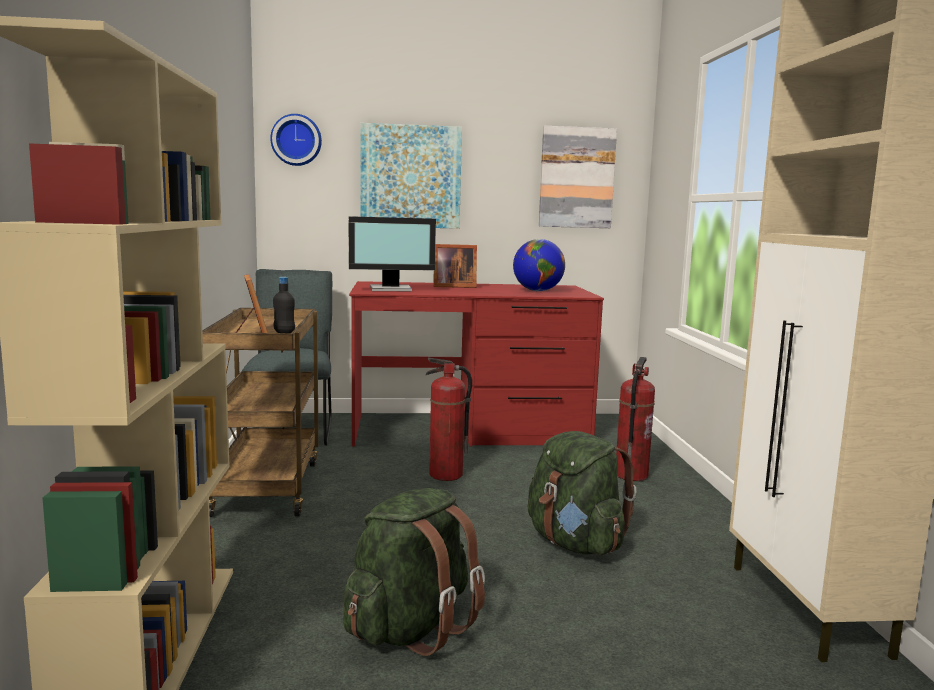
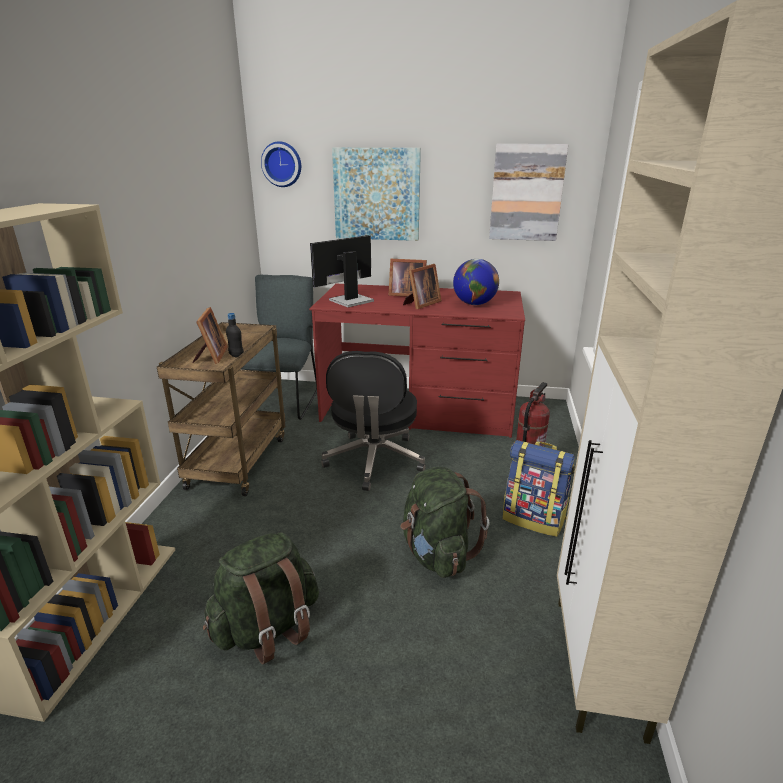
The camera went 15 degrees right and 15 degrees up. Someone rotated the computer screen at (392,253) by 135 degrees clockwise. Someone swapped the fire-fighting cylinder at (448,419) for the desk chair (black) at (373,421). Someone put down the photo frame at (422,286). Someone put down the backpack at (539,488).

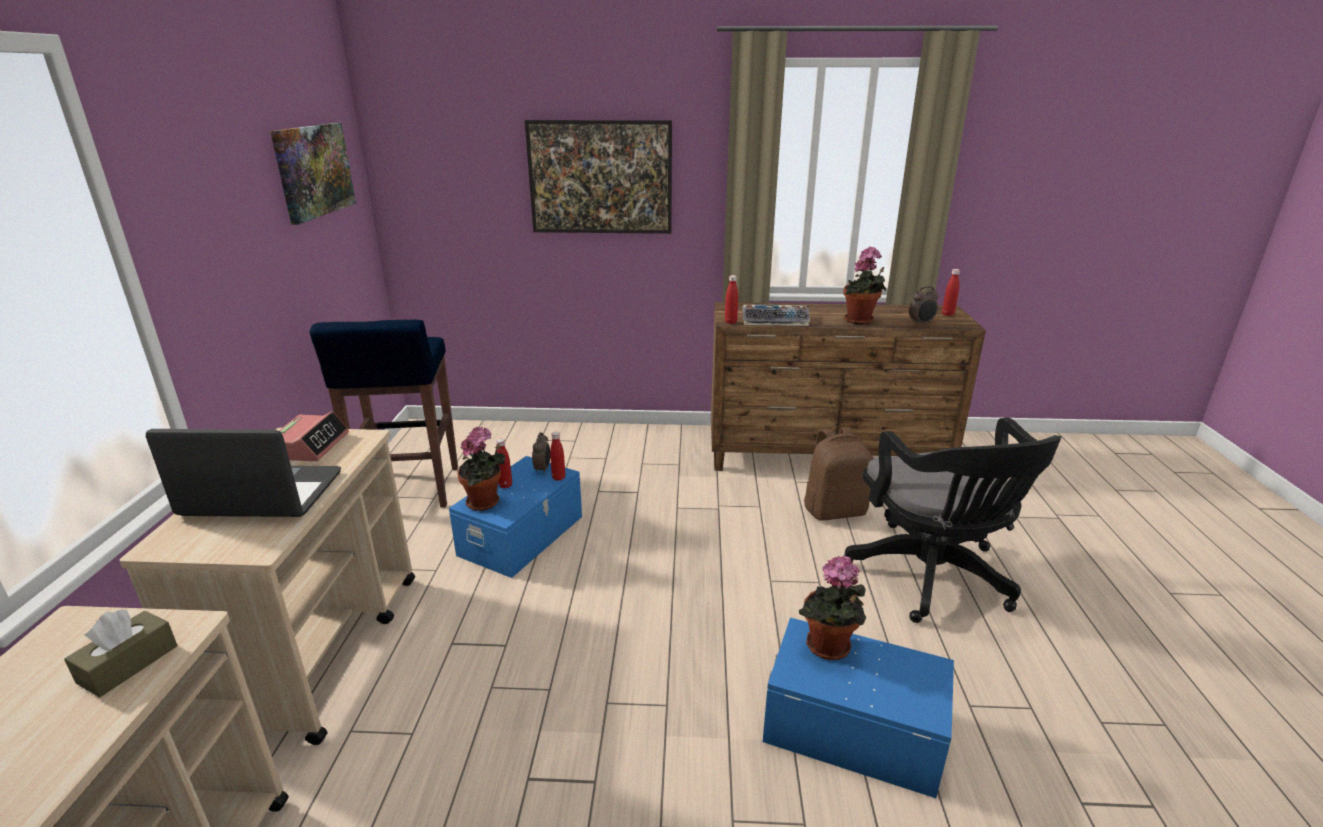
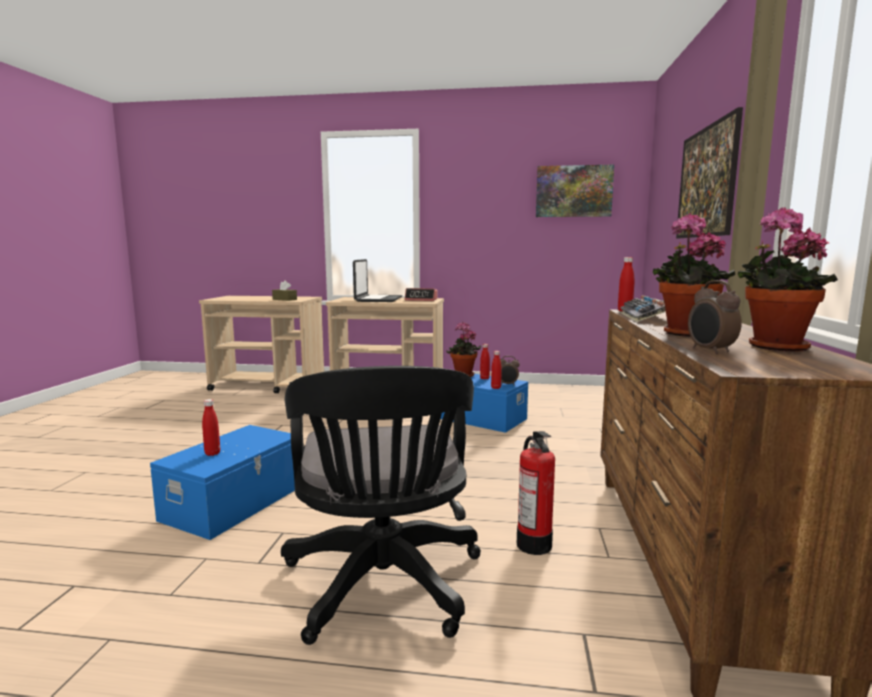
The camera went 95 degrees right and 15 degrees down. Someone took away the sitting stool (bluish) at (383,414). Someone carried the potted plant from (832,608) to (788,279). Someone swapped the backpack (brown-coloured) at (839,474) for the fire-fighting cylinder at (536,493). Someone rotated the desk chair (black) at (952,520) by 90 degrees counterclockwise. Someone carried the bottle (red-coloured) from (951,292) to (211,427).

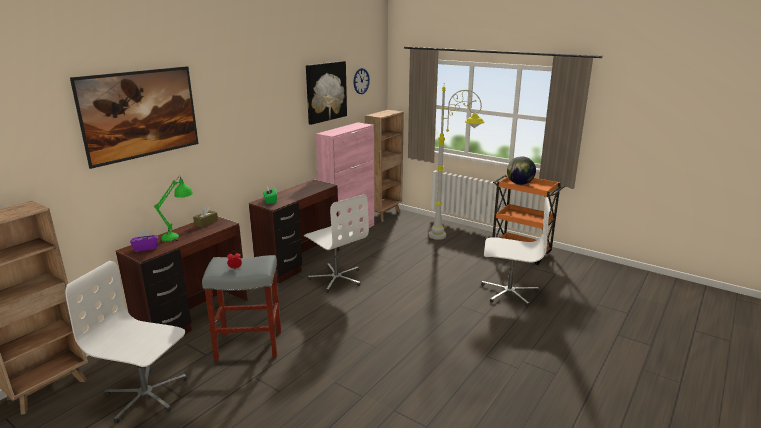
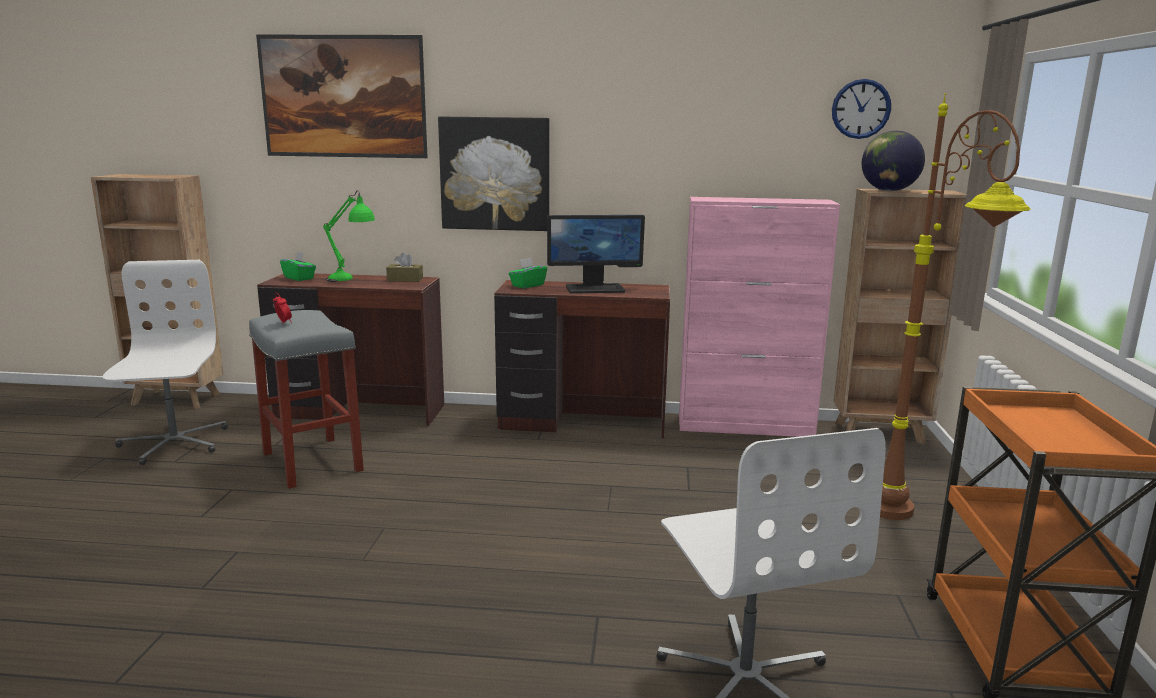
The camera went 60 degrees right and 5 degrees down. Someone repainted the box of tissues (purple-coloured) at (144,241), which became the box of tissues (green-coloured) at (298,266). Someone took away the desk chair (white-coloured) at (336,243). Someone carried the wall art from (326,93) to (494,174). Someone repainted the standard lamp (grey) at (457,163), which became the standard lamp (brown-coloured) at (955,306). Someone carried the world globe from (521,170) to (893,161). Someone put down the computer screen at (596,254).

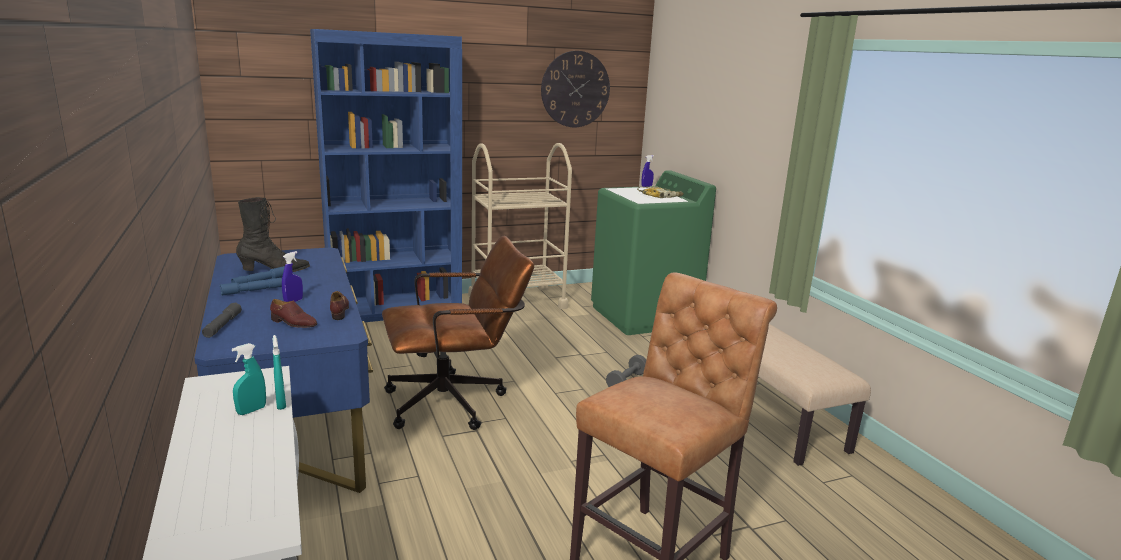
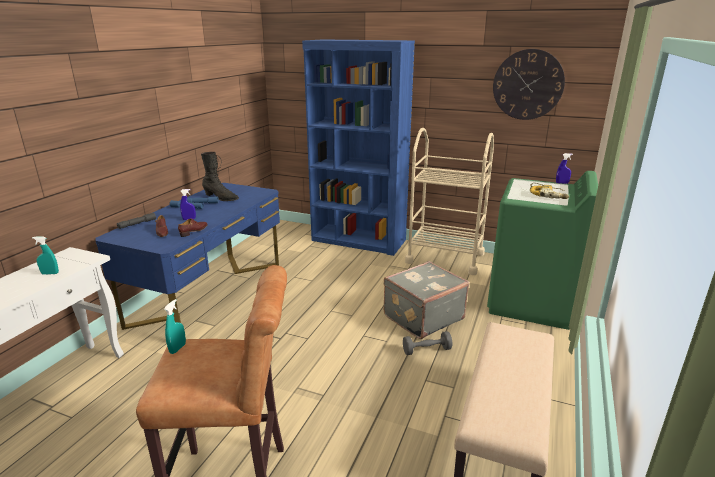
The camera went 45 degrees right and 5 degrees up. Someone carried the hand sprayer (turquoise) from (279,372) to (175,326). Someone took away the desk chair (brown-coloured) at (458,333). Someone put down the piece of luggage (grey) at (426,300).

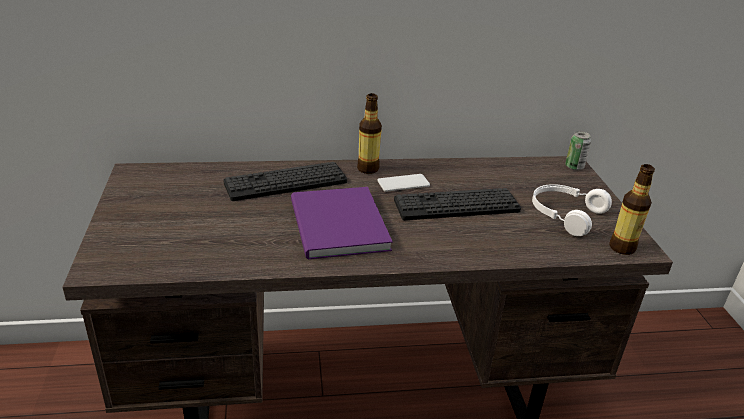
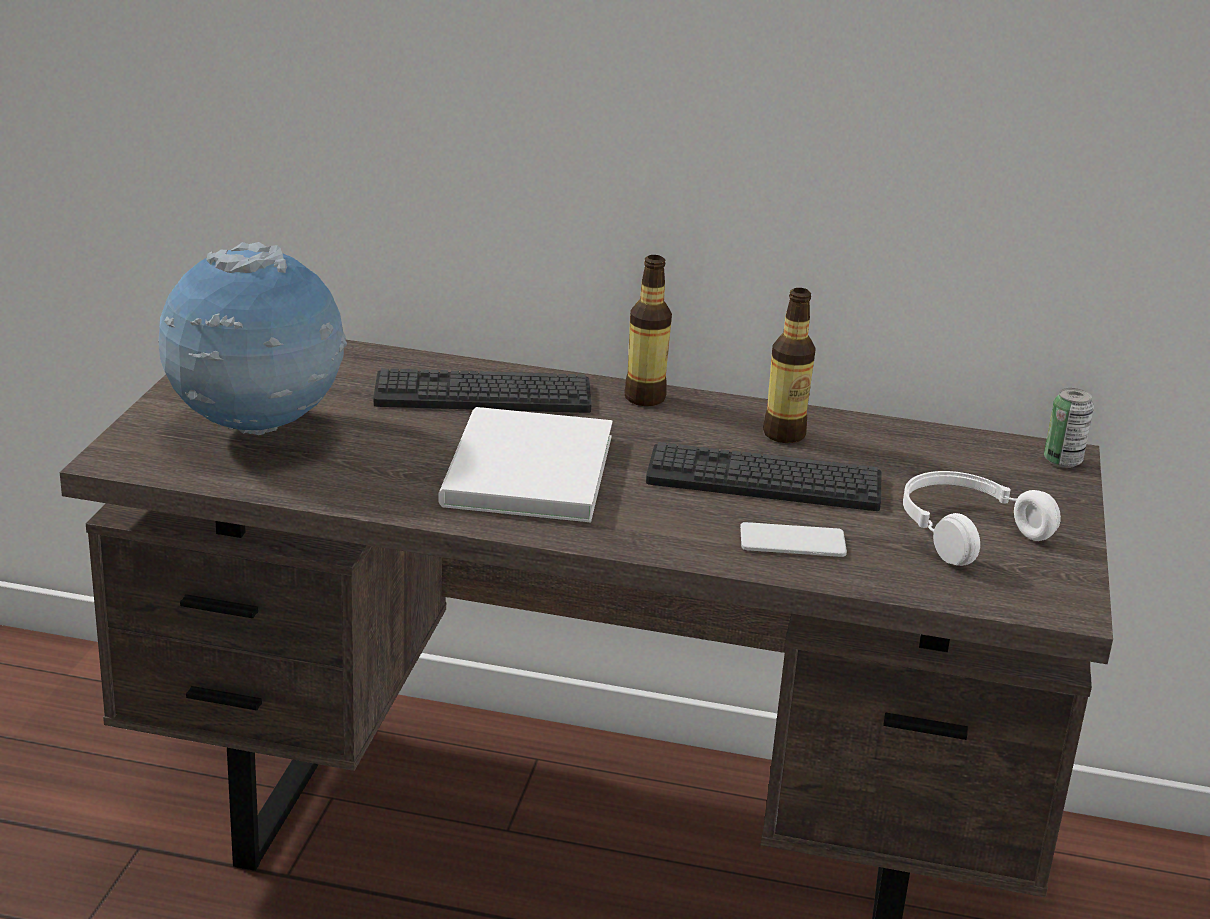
The camera went 20 degrees right and 5 degrees down. Someone repainted the volume (purple-coloured) at (342,223), which became the volume (white-coloured) at (525,464). Someone carried the handset from (403,183) to (793,539). Someone carried the bottle from (632,209) to (789,365). Someone put down the world globe at (252,338).

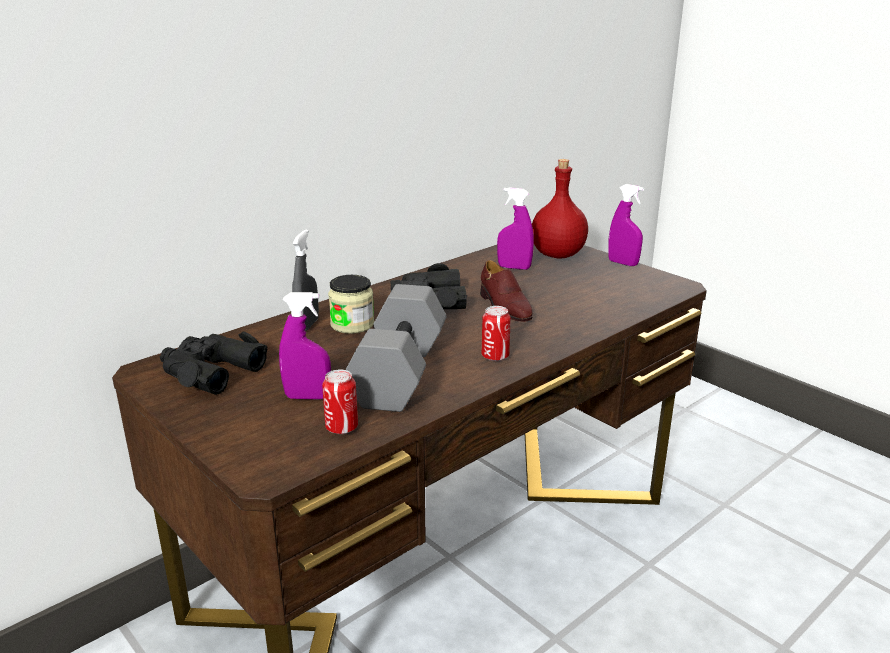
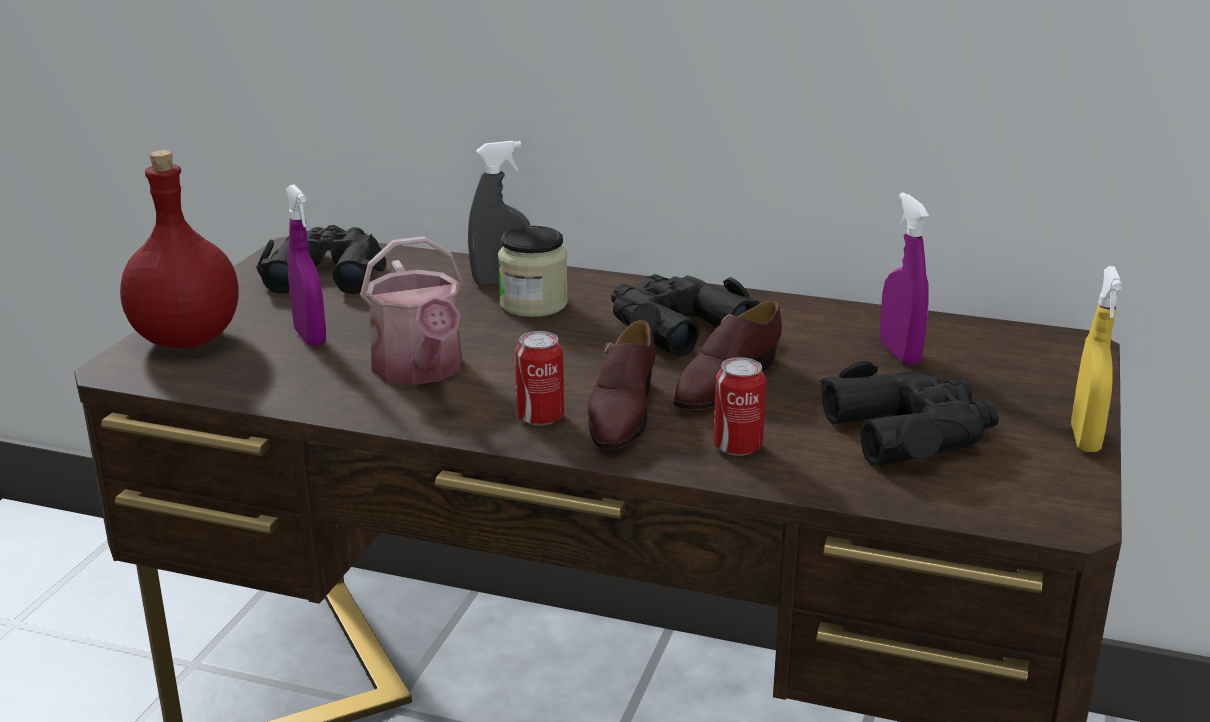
The camera went 60 degrees right and 0 degrees up. Someone carried the sealed can from (340,402) to (739,406). Someone swapped the dumbbell (grey) at (396,348) for the watering can at (411,310). Someone carried the bottle (red-coloured) from (560,209) to (179,249). Someone repainted the hand sprayer (purple-coloured) at (626,225), which became the hand sprayer (yellowish) at (1096,359). Someone put down the low shoe (brown-coloured) at (622,384). Someone put down the field glasses (black) at (910,413).

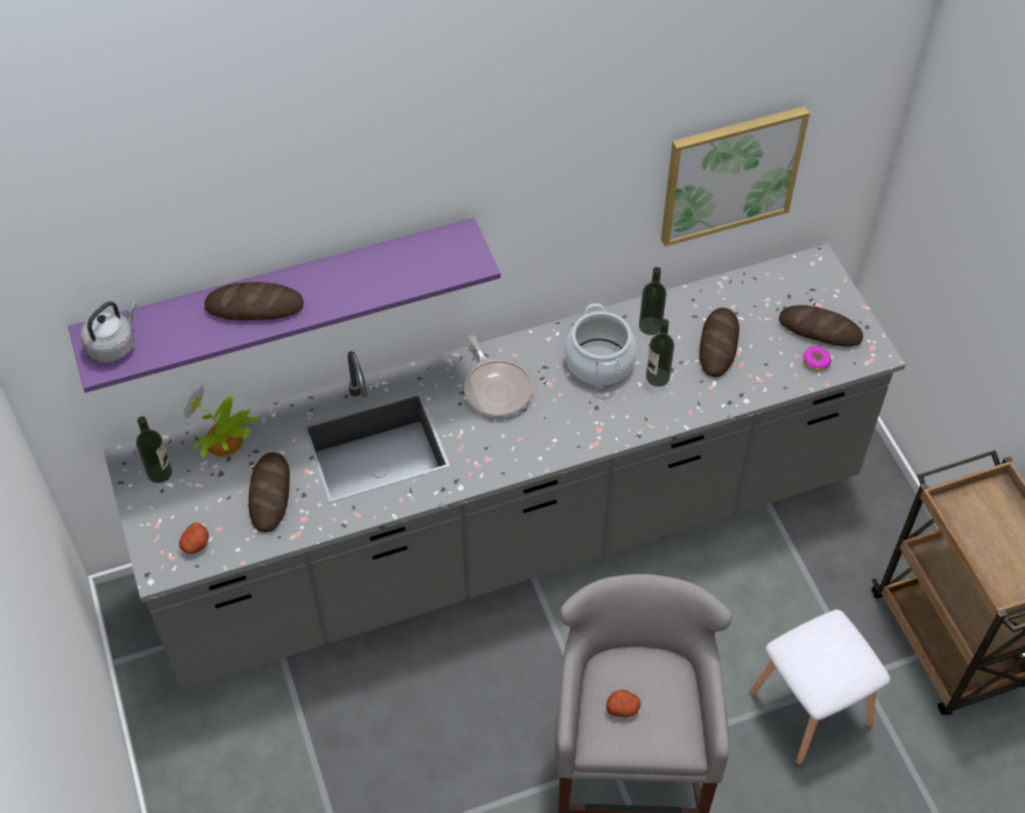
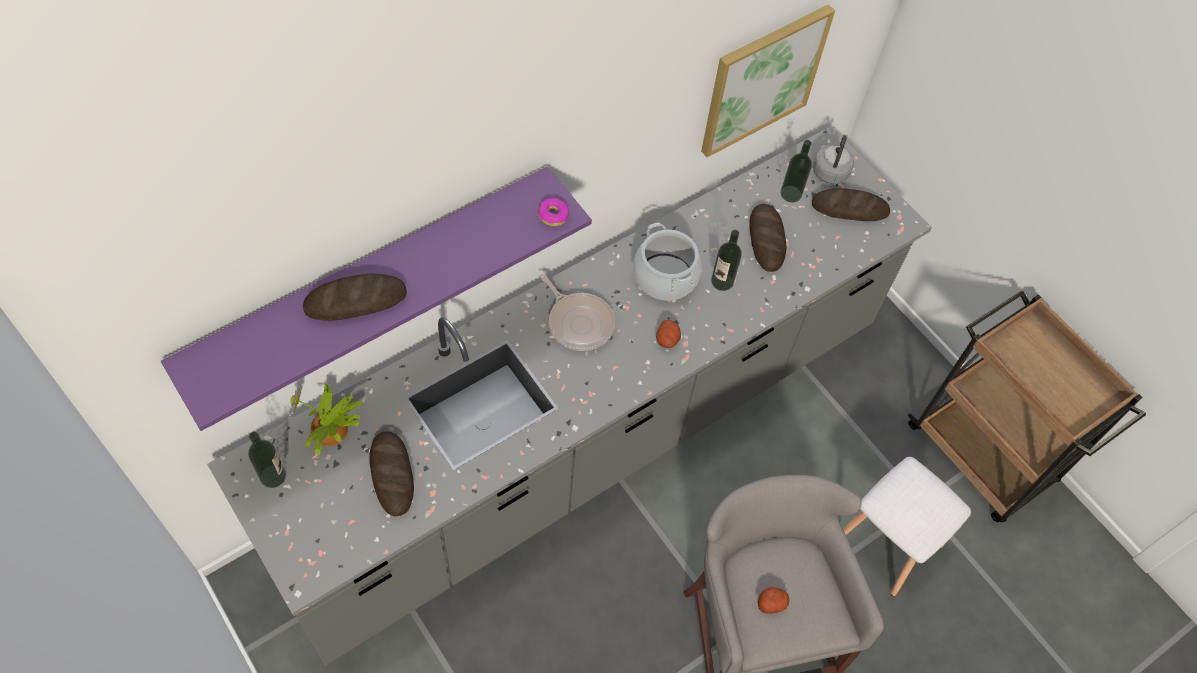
The camera went 20 degrees left and 5 degrees up. Someone carried the water kettle (grey) from (108,332) to (833,159). Someone carried the spud from (194,538) to (668,334). Someone carried the bottle from (653,301) to (796,171). Someone carried the doughnut from (817,358) to (554,212).

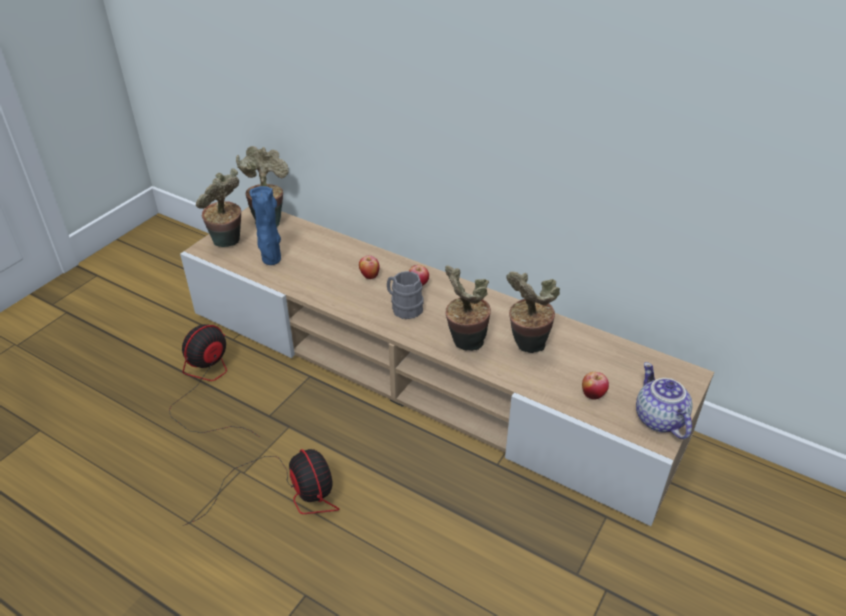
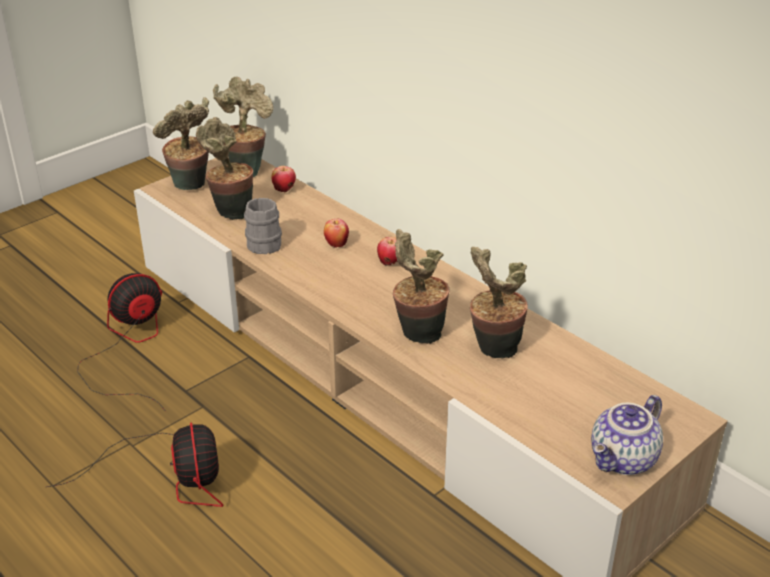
The camera went 15 degrees right and 5 degrees down. Someone swapped the vase (bluish) at (265,225) for the potted plant at (224,168). Someone carried the tea mug (grey) from (405,295) to (263,226). Someone carried the whole apple from (595,386) to (283,179). Someone rotated the pot for tea at (664,400) by 135 degrees counterclockwise.

